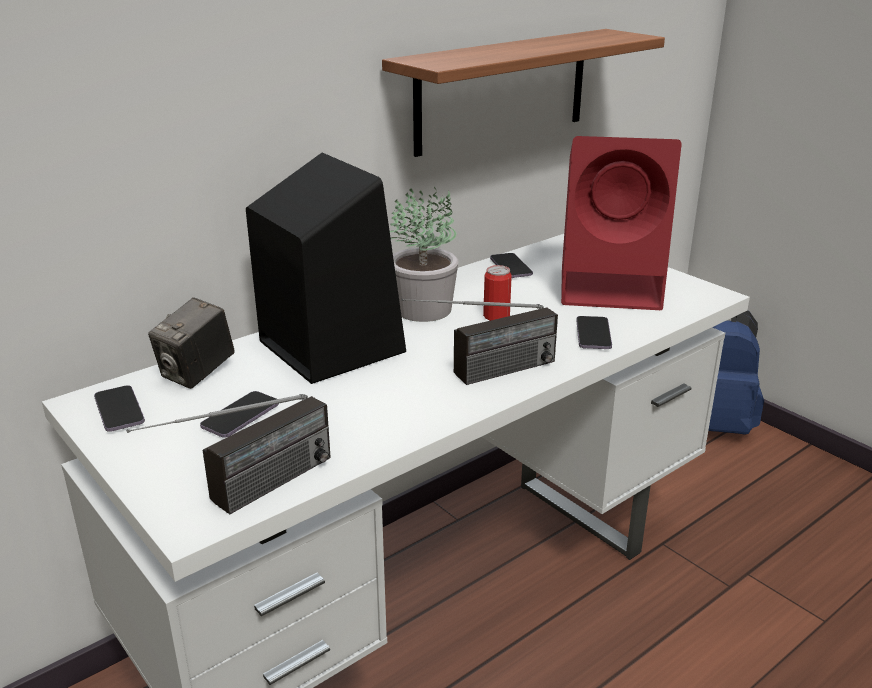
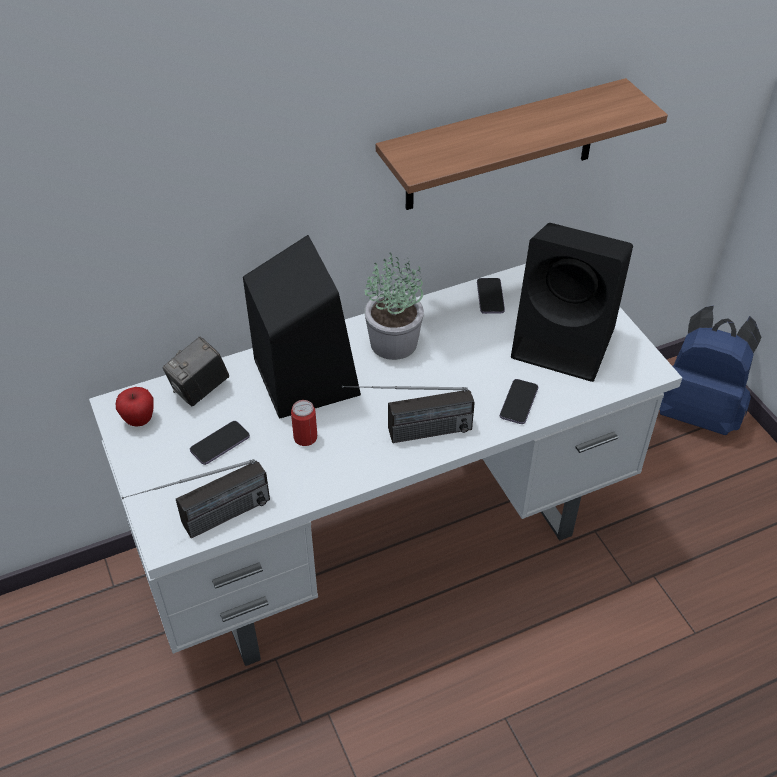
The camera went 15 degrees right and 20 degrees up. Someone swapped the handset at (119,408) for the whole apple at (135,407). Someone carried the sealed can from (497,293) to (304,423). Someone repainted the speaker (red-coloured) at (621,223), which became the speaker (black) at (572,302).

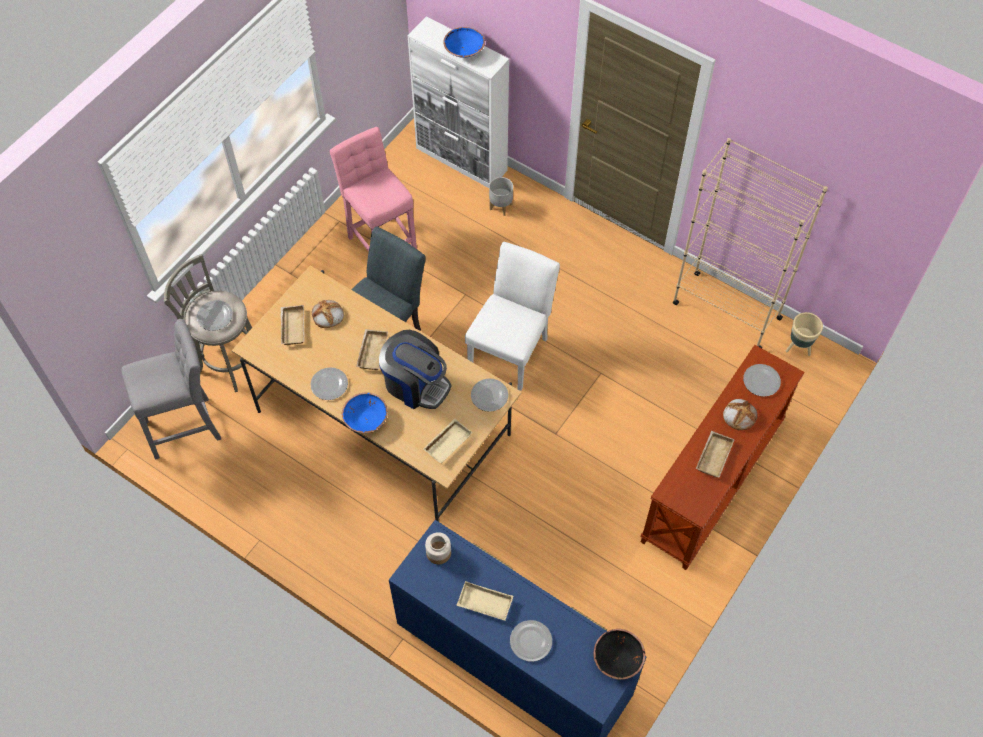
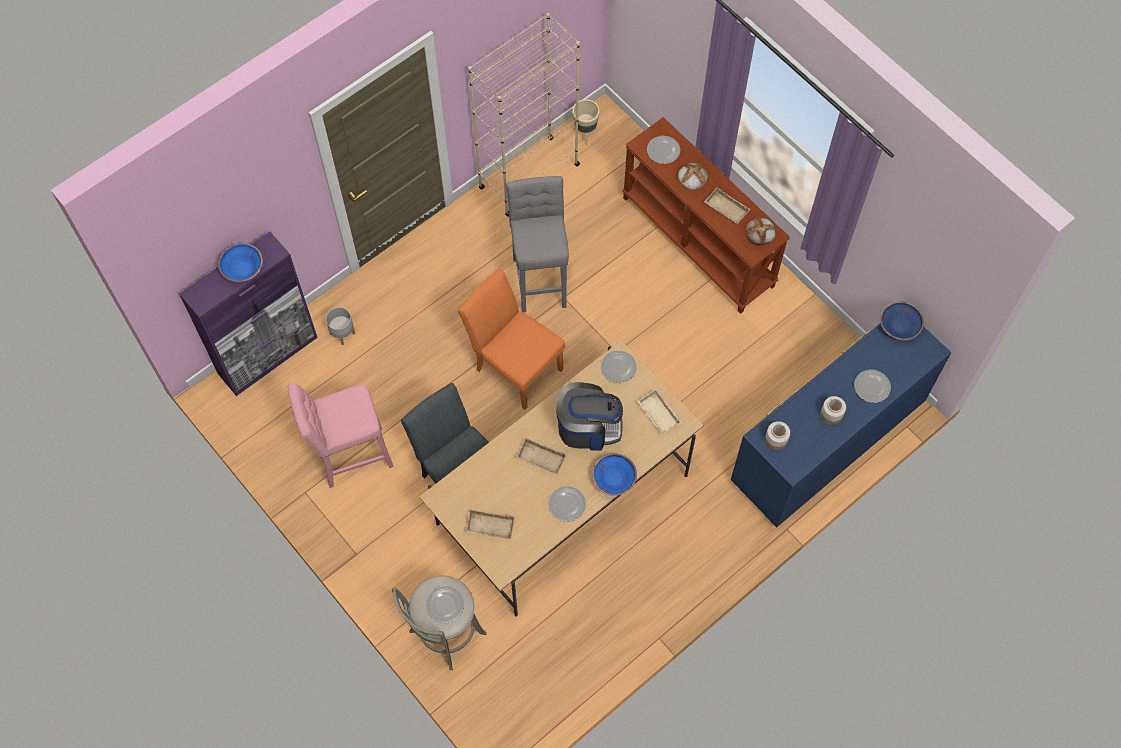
The camera went 75 degrees left and 5 degrees up. Someone carried the sitting stool (grey) from (171,389) to (537,244). Someone carried the bakery bread from (328,314) to (760,231). Someone rotated the coffee brewer at (415,369) by 45 degrees clockwise. Someone repainted the storage cabinet (white-coloured) at (458,102), which became the storage cabinet (purple-coloured) at (248,313). Someone swapped the carrying tray (beige) at (485,601) for the jar at (833,410). Someone repainted the upright chair (white-coloured) at (512,316), which became the upright chair (orange-coloured) at (511,339). Someone repainted the serving bowl (black) at (619,654), which became the serving bowl (bluish) at (902,320).

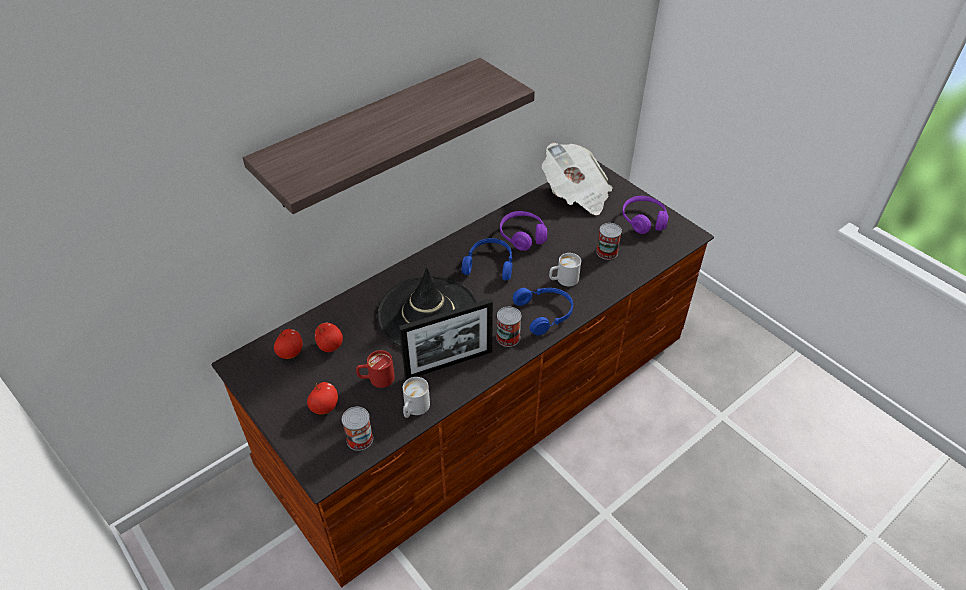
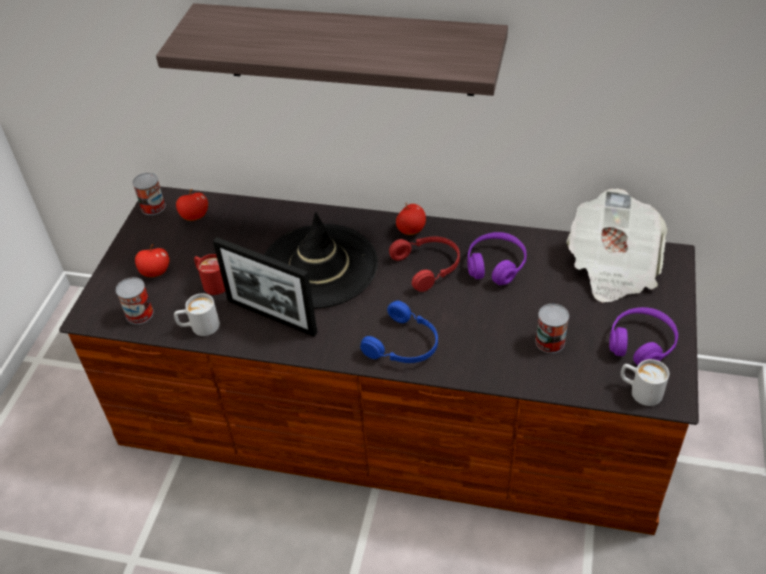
The camera went 55 degrees right and 0 degrees up. Someone carried the whole apple from (329,337) to (411,218). Someone repainted the headphones (bluish) at (487,259), which became the headphones (red-coloured) at (424,264). Someone carried the sealed can from (508,327) to (149,194). Someone carried the tea mug (white-coloured) from (565,269) to (645,382).

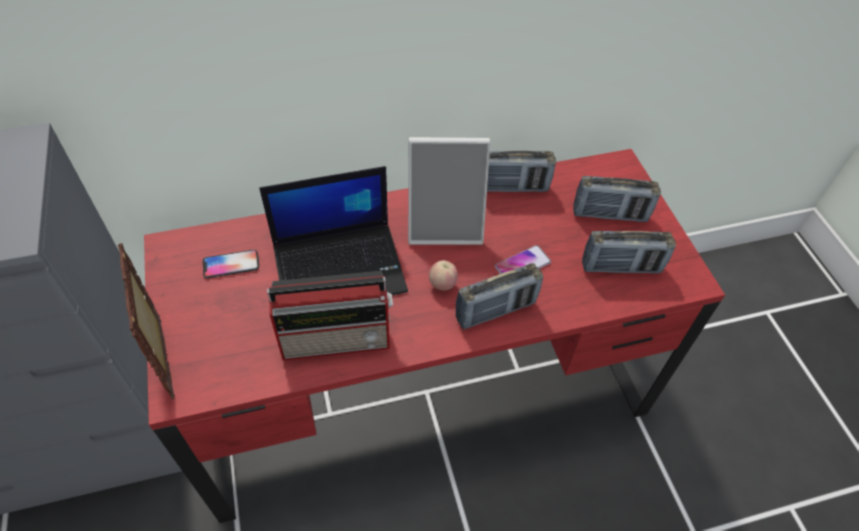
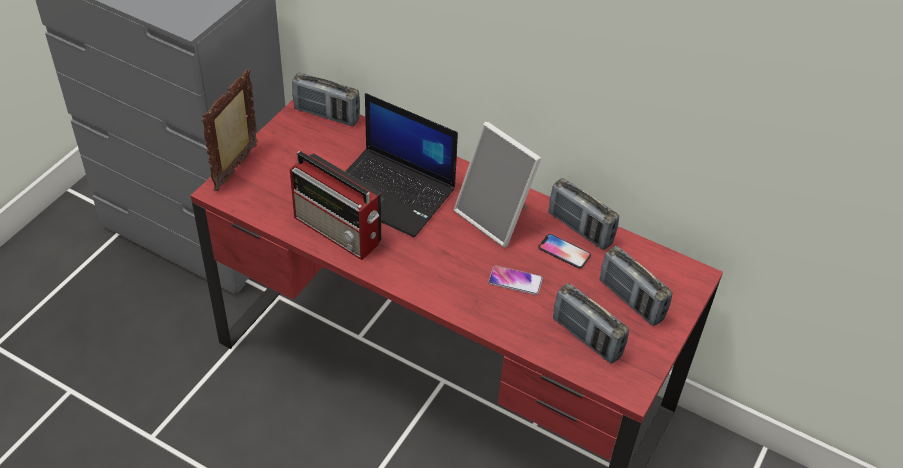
The camera went 45 degrees right and 5 degrees down. Someone carried the handset from (231,264) to (564,251). Someone took away the whole apple at (443,275). Someone carried the radio receiver from (499,296) to (326,99).

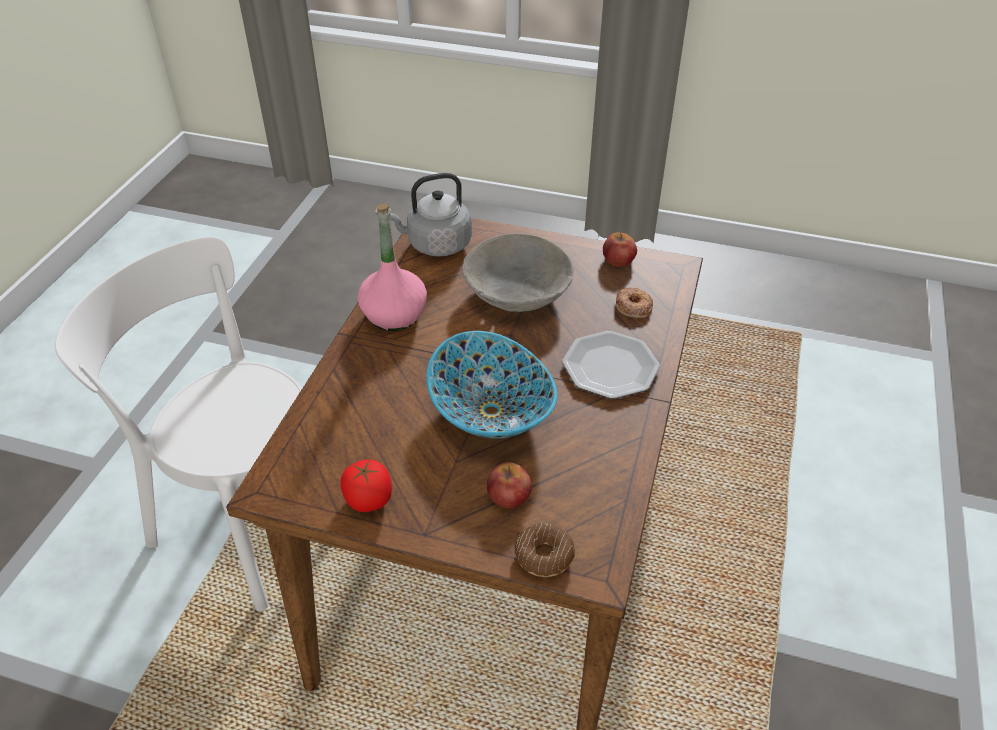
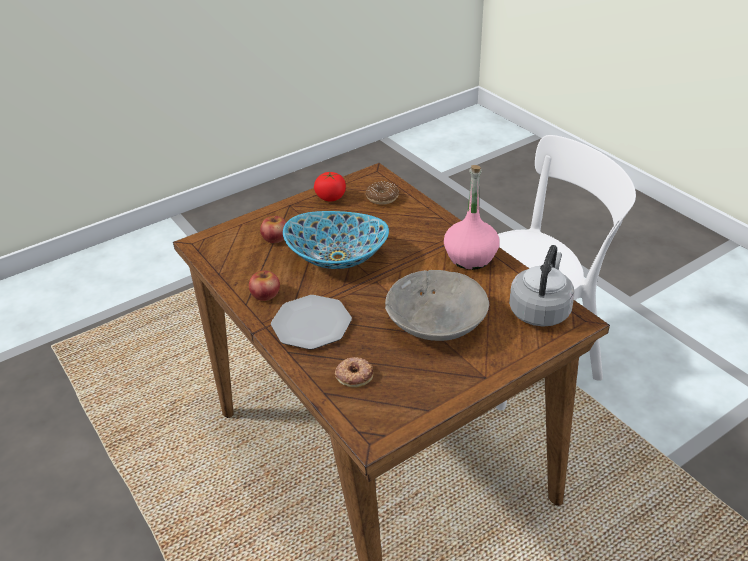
The camera went 130 degrees right and 5 degrees down. Someone carried the doughnut from (545,550) to (382,193). Someone carried the whole apple from (620,249) to (264,285).

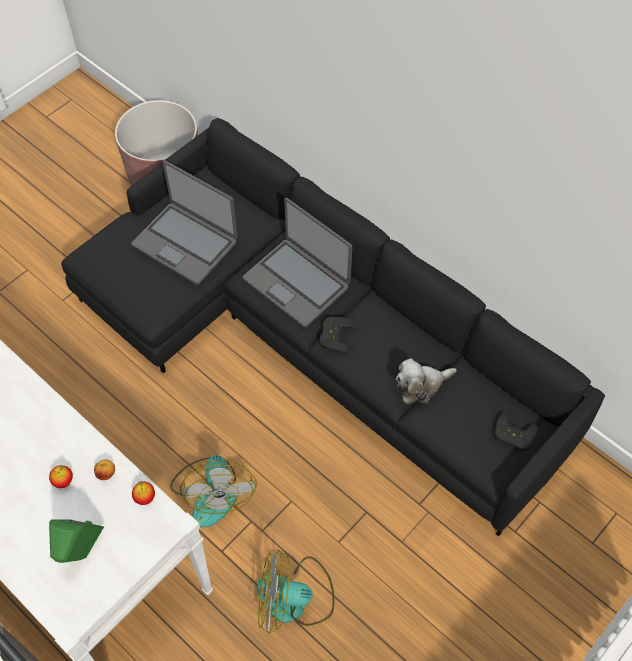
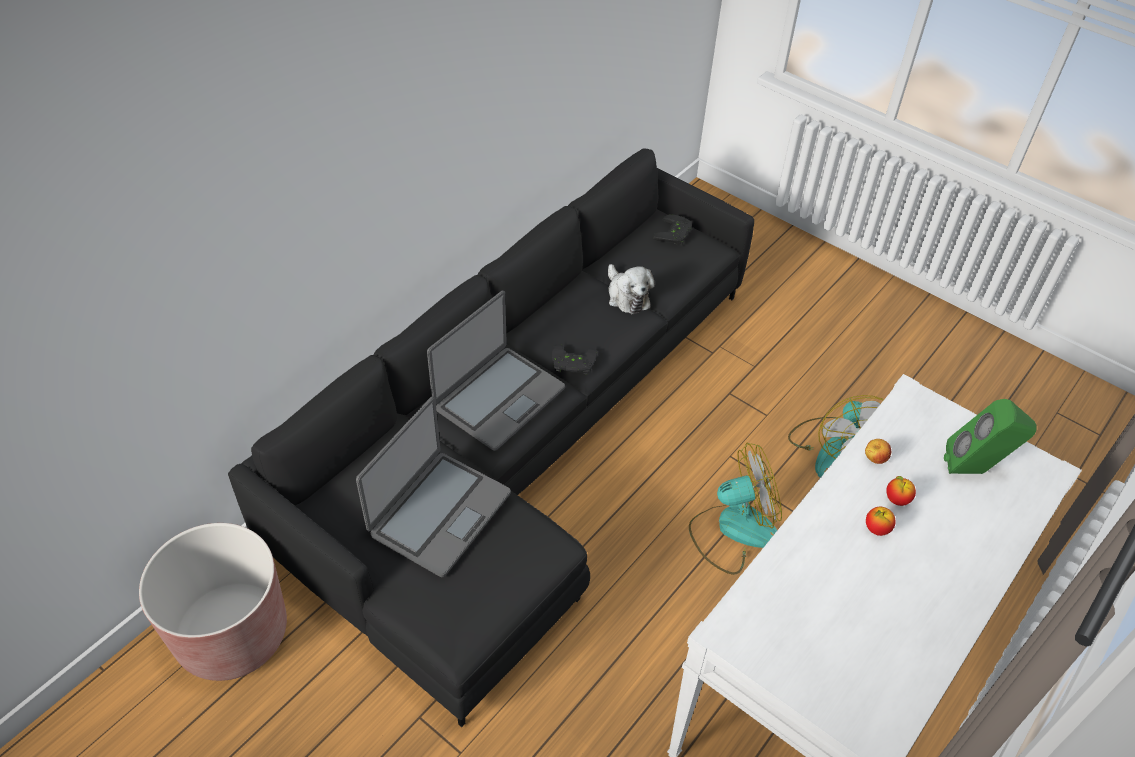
The camera went 95 degrees left and 10 degrees down. Someone carried the whole apple from (143,493) to (880,521).

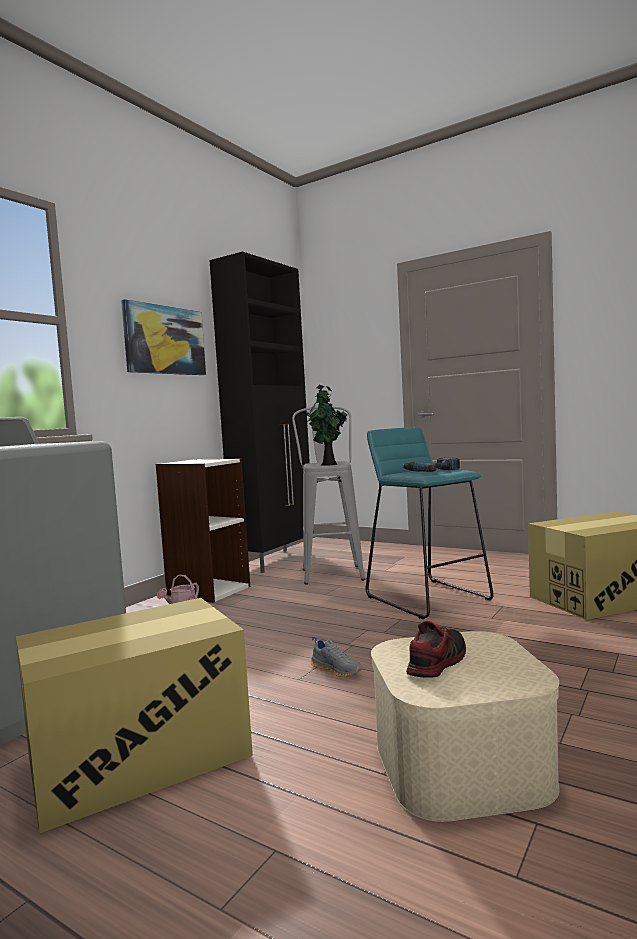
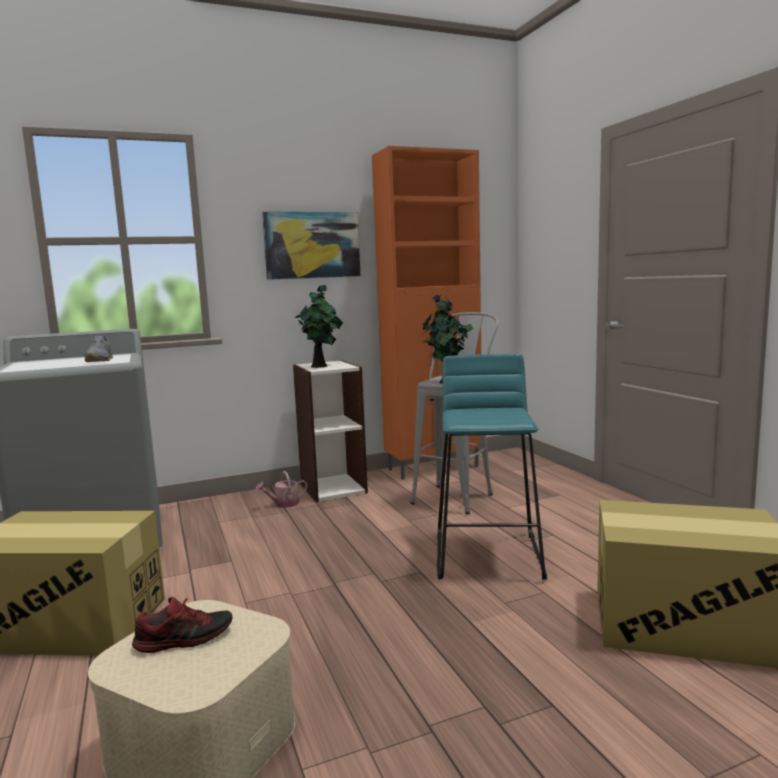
The camera went 35 degrees right and 5 degrees up. Someone repainted the storage cabinet (black) at (261,412), which became the storage cabinet (orange-coloured) at (426,313). Someone carried the low shoe (grey) from (336,656) to (99,349). Someone took away the electric drill at (431,464). Someone put down the potted plant at (319,326).

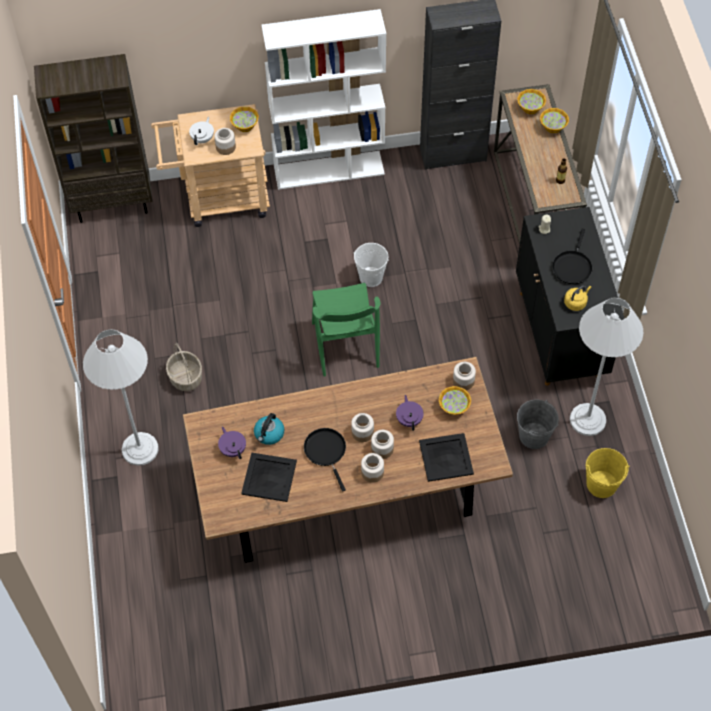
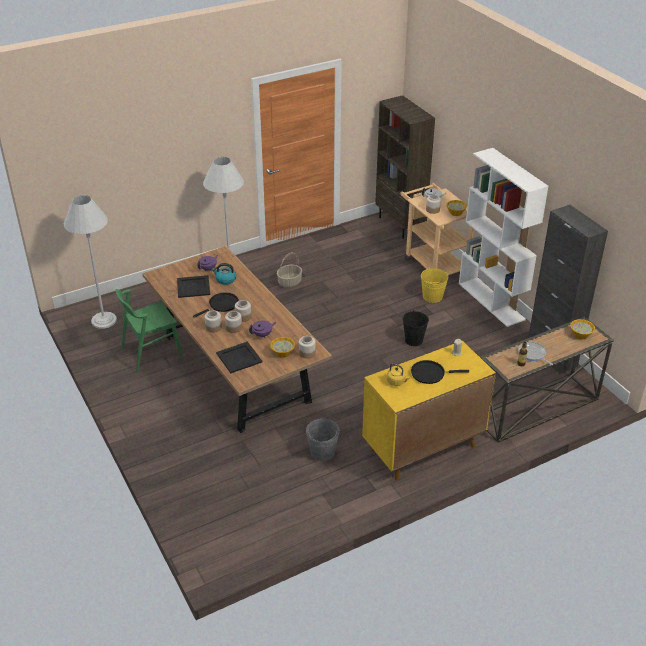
The camera went 70 degrees right and 20 degrees down. Someone carried the upright chair (green-coloured) from (346,330) to (149,330). Someone repainted the pail (white-coloured) at (371,265), which became the pail (black) at (415,328). Someone repainted the storage cabinet (black) at (570,296), which became the storage cabinet (yellowish) at (429,410). Someone took away the serving bowl at (554,121). Someone carried the standard lamp (white-coloured) from (606,366) to (90,262). Someone carried the pail (yellowish) from (607,473) to (434,285). Someone put down the pan at (535,353).

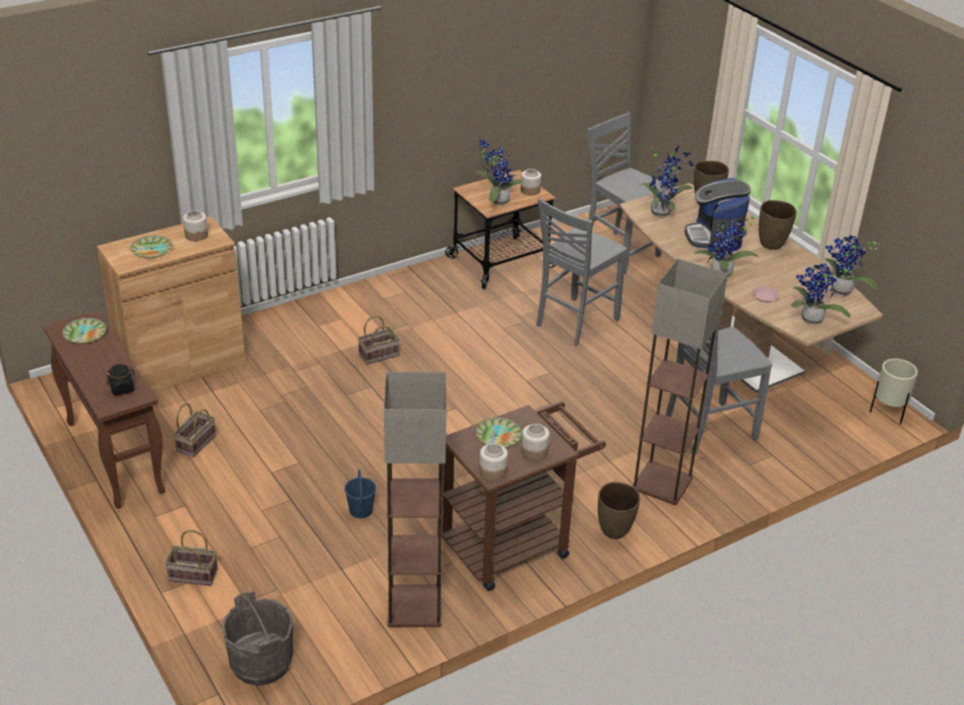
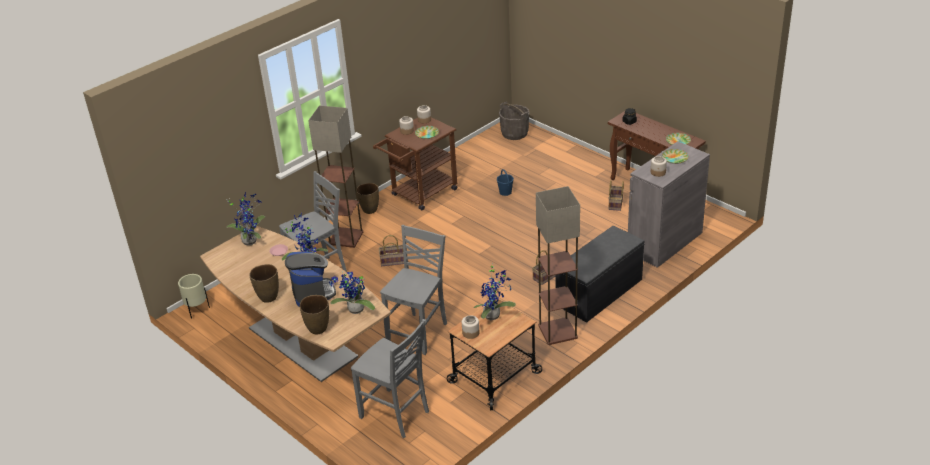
The camera went 170 degrees right and 0 degrees up. Someone repainted the storage cabinet (brown-coloured) at (171,304), which became the storage cabinet (grey) at (669,204). Someone carried the basket from (191,558) to (391,250). Someone carried the standard lamp from (415,499) to (558,265). Someone took away the potted plant at (850,265). Someone put down the long seat (grey) at (600,274).

